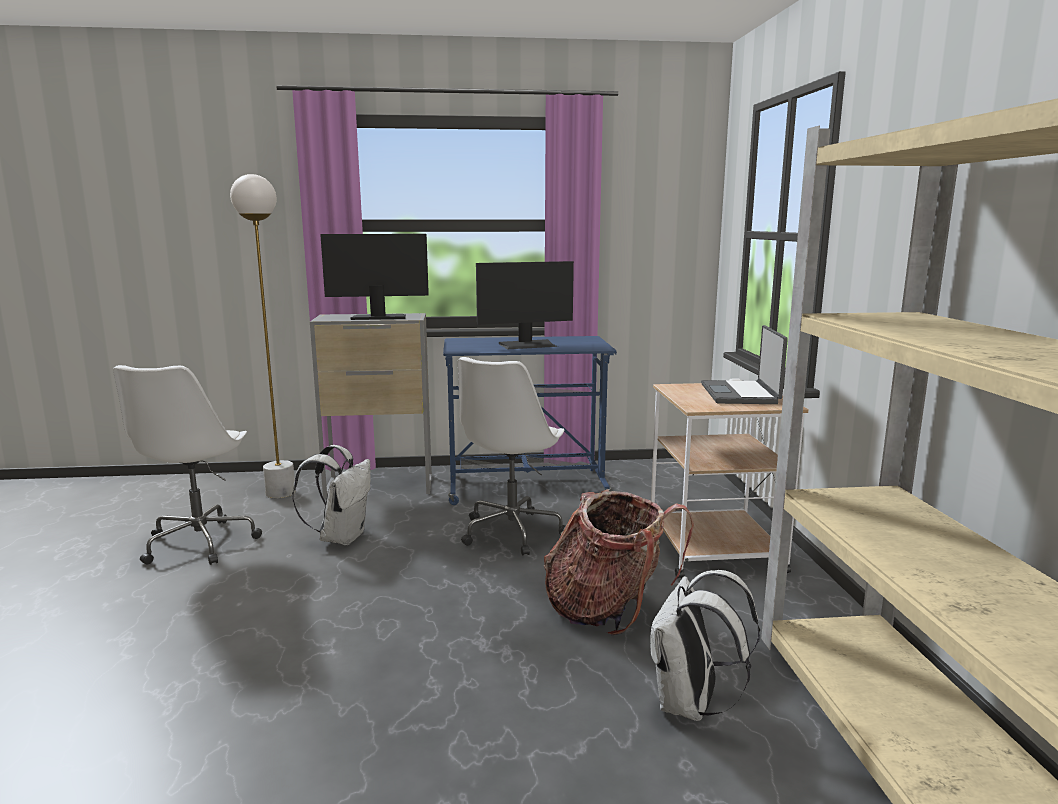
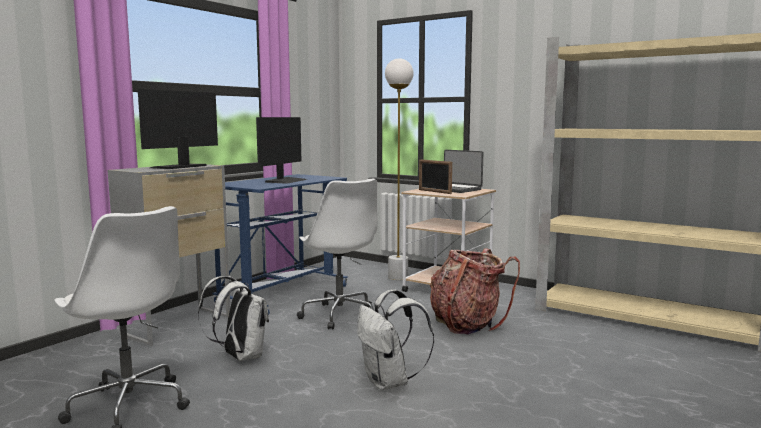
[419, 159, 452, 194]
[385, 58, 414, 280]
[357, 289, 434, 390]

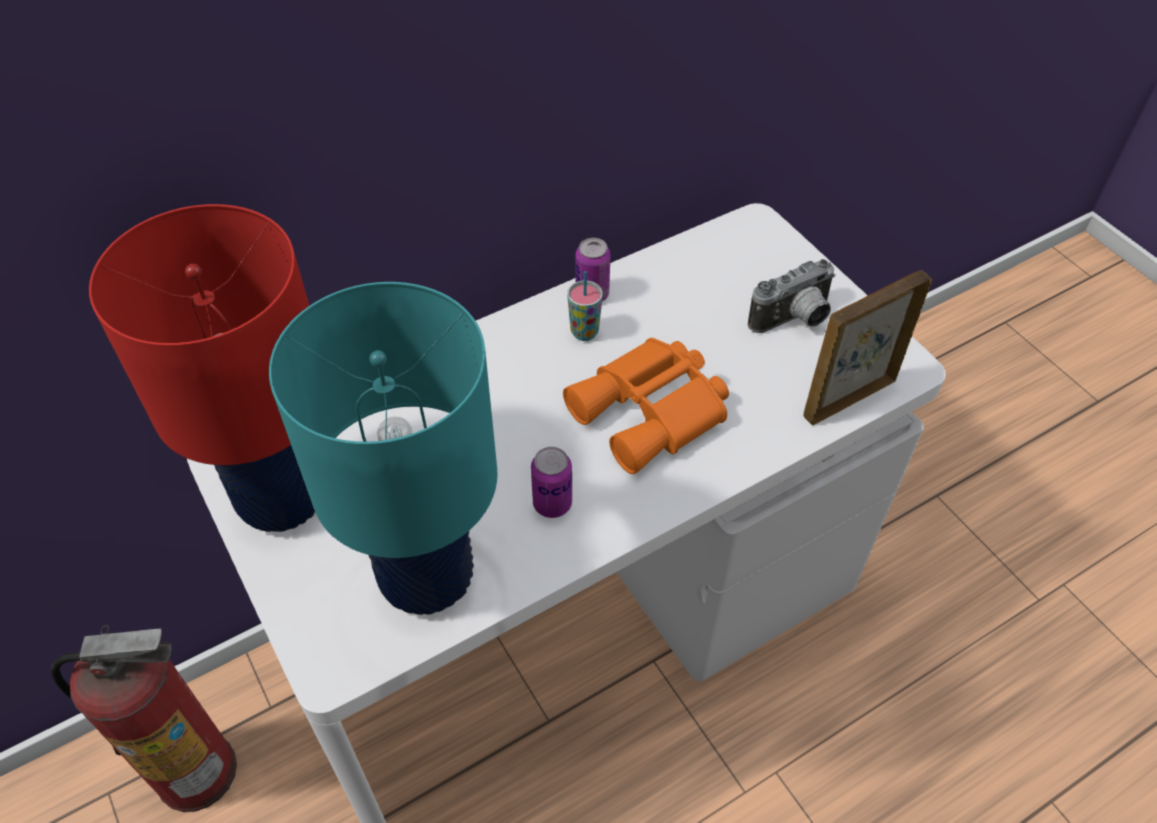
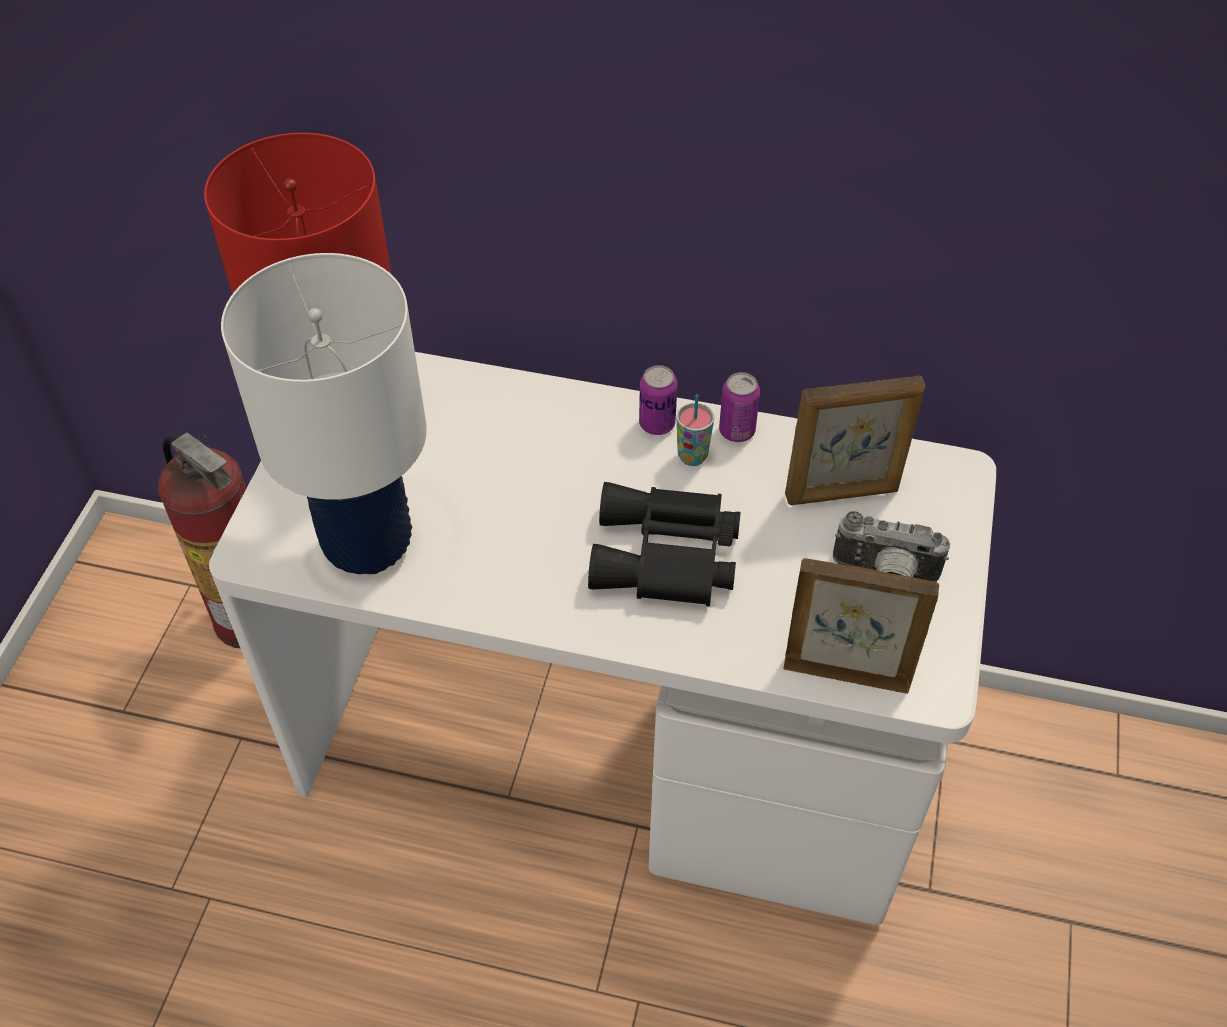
[785, 375, 925, 505]
[639, 365, 678, 435]
[221, 253, 427, 574]
[588, 482, 741, 606]

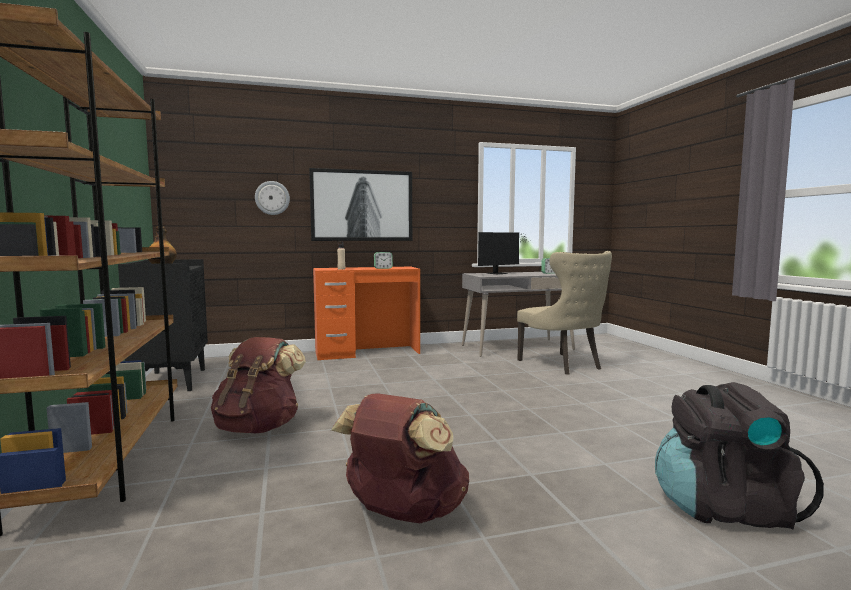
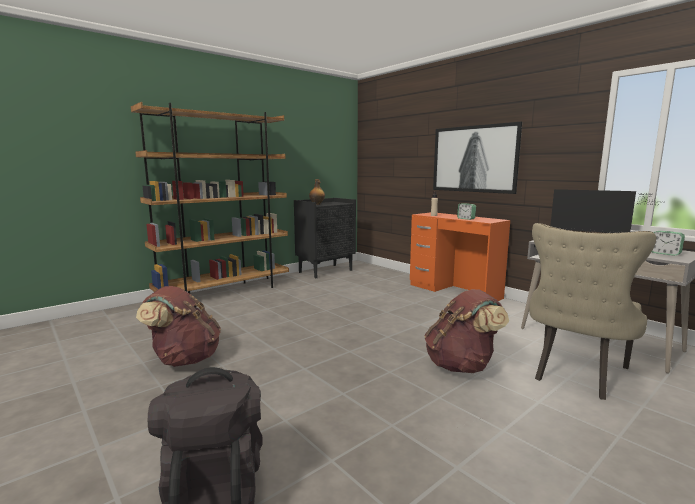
[255, 181, 290, 215] (first image)
[424, 289, 509, 373]

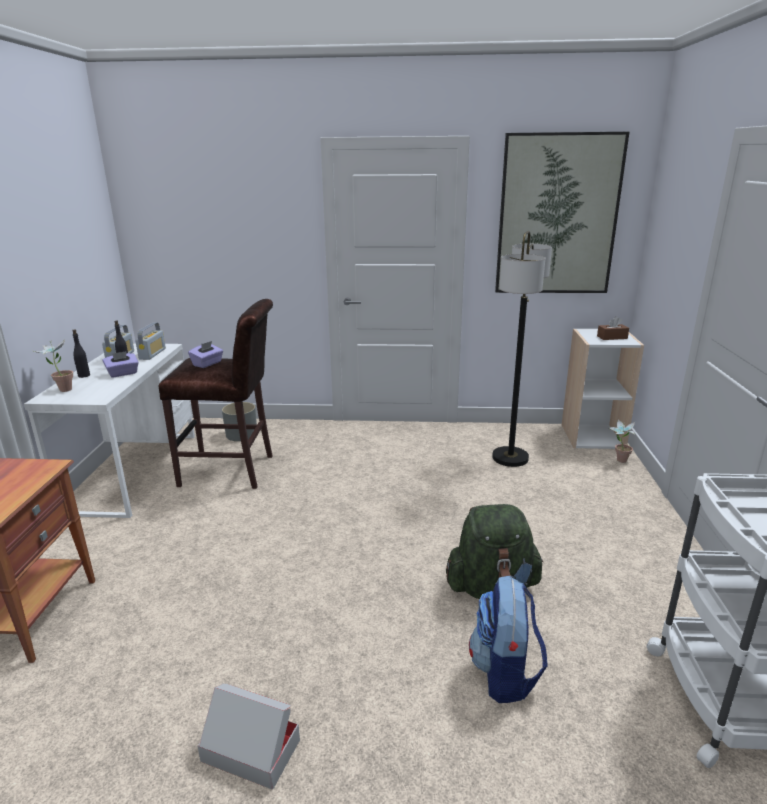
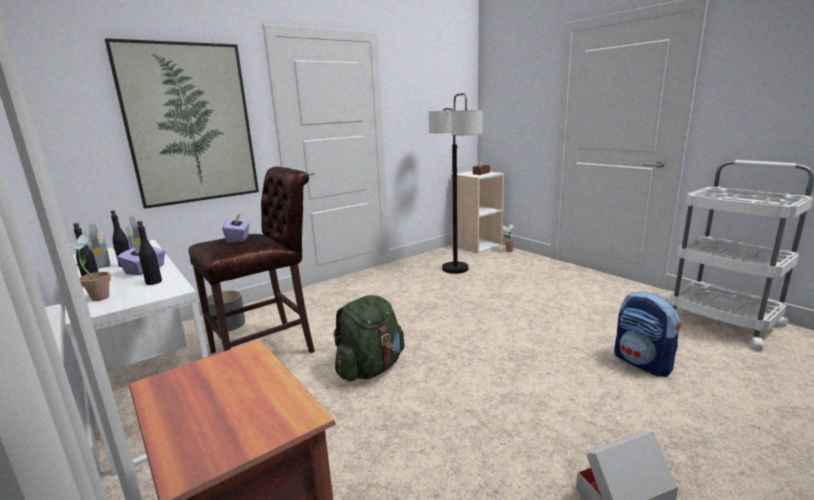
[137, 221, 162, 285]
[334, 295, 404, 381]
[105, 38, 259, 209]

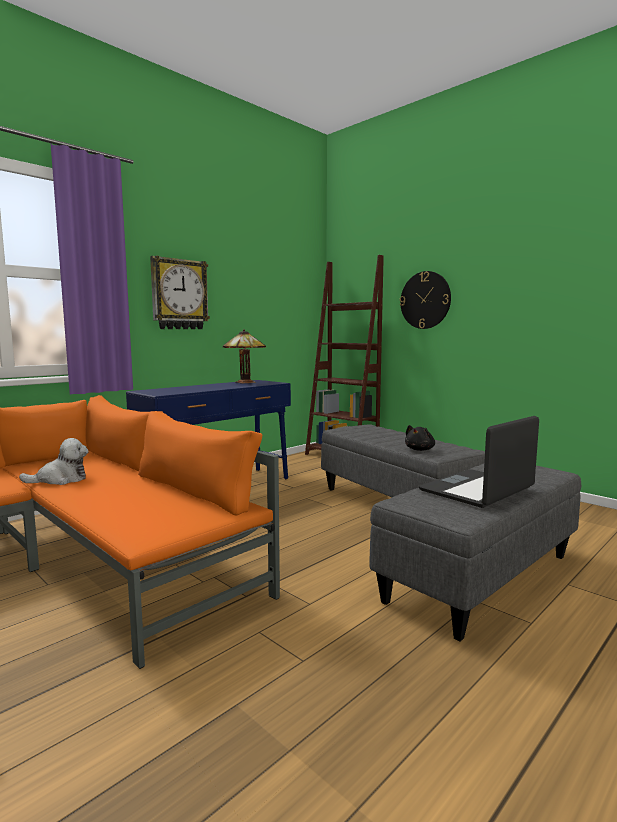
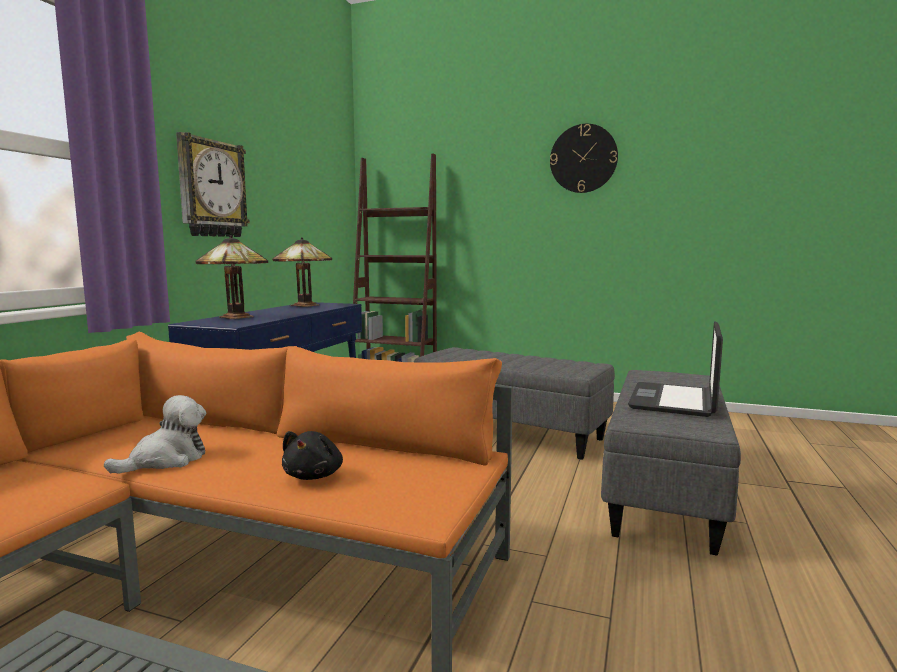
[196, 235, 268, 319]
[550, 124, 618, 193]
[282, 431, 343, 480]

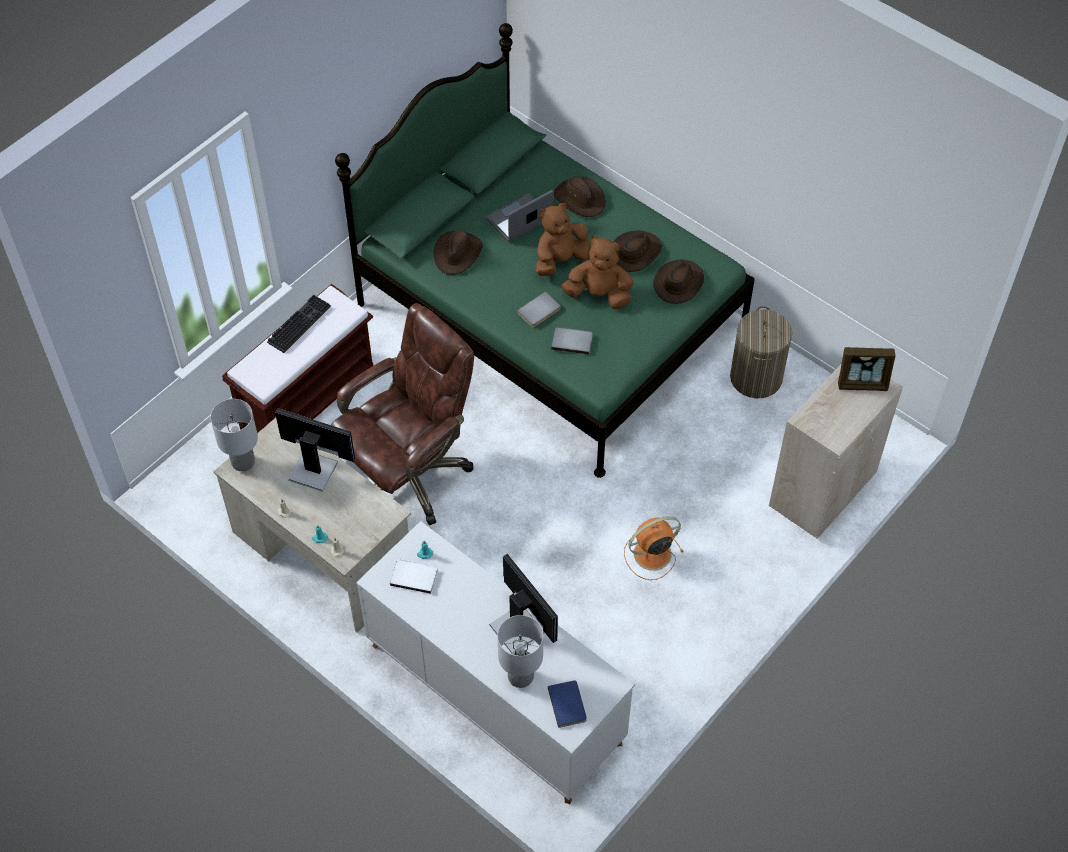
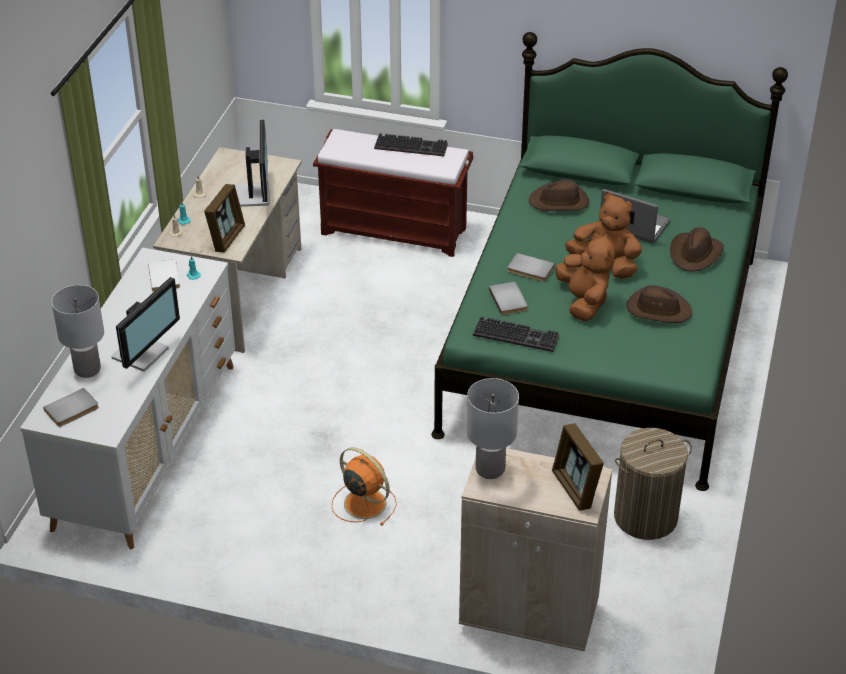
[331, 303, 474, 525] (first image)
[653, 259, 704, 304] (first image)
[204, 184, 245, 253]
[473, 316, 559, 352]
[466, 378, 519, 479]
[43, 388, 99, 427]

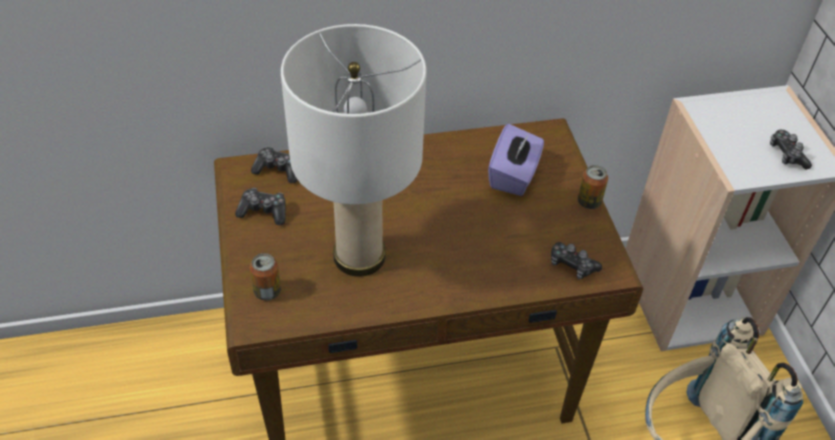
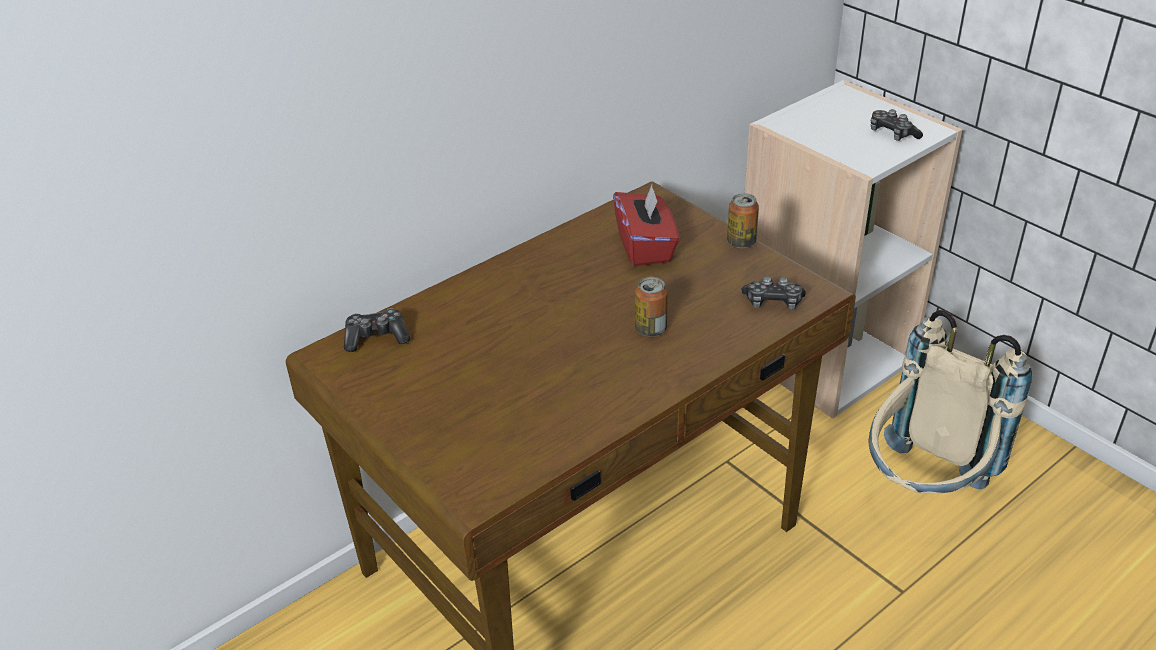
[235, 188, 286, 225] (first image)
[281, 24, 427, 277] (first image)
[635, 277, 668, 337]
[613, 185, 679, 266]

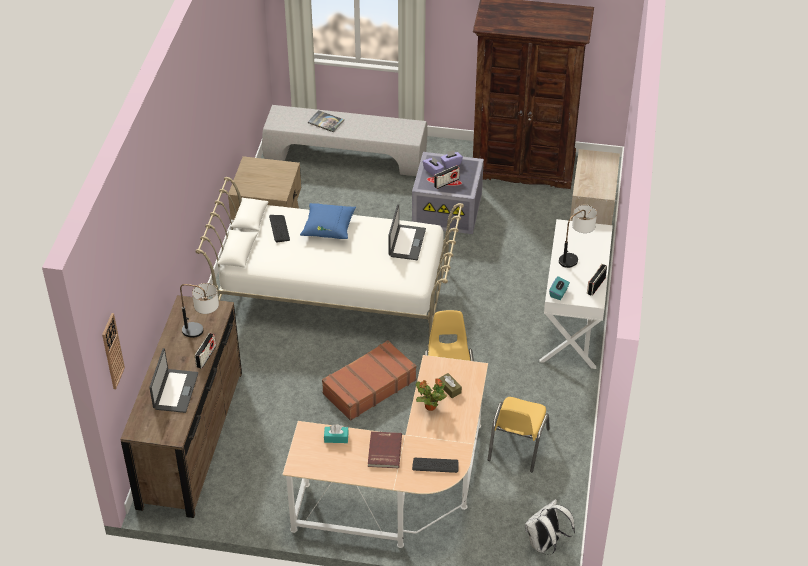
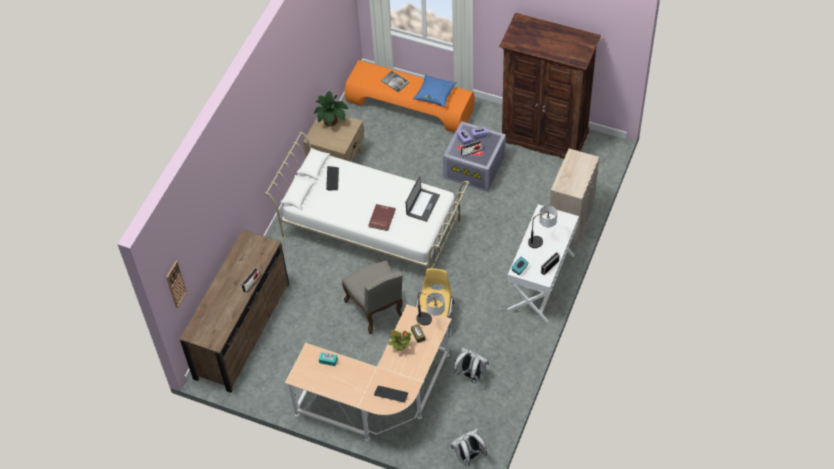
[149, 348, 198, 413] (first image)
[314, 91, 348, 126]
[416, 292, 445, 325]
[413, 75, 457, 107]
[369, 204, 396, 231]
[342, 261, 403, 334]
[454, 347, 489, 383]
[345, 60, 475, 133]

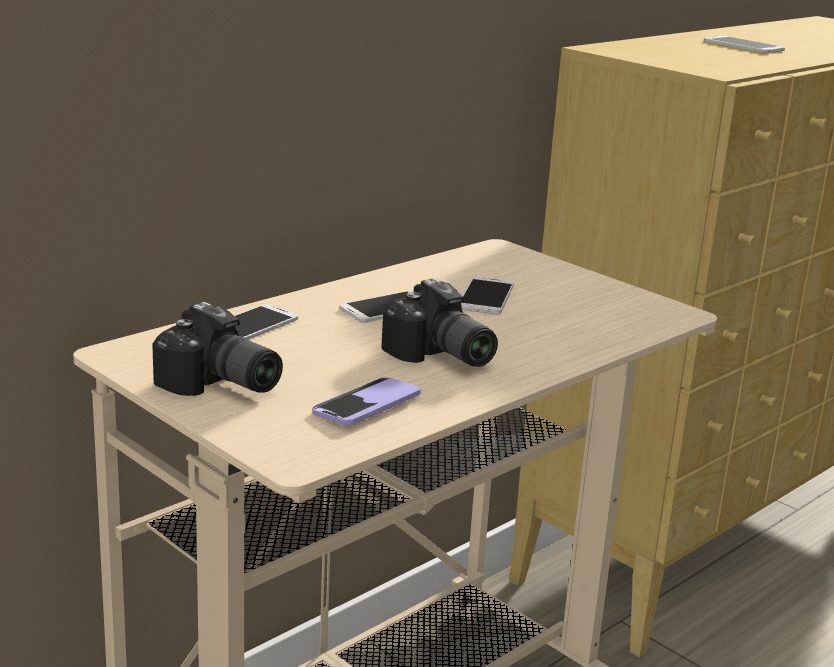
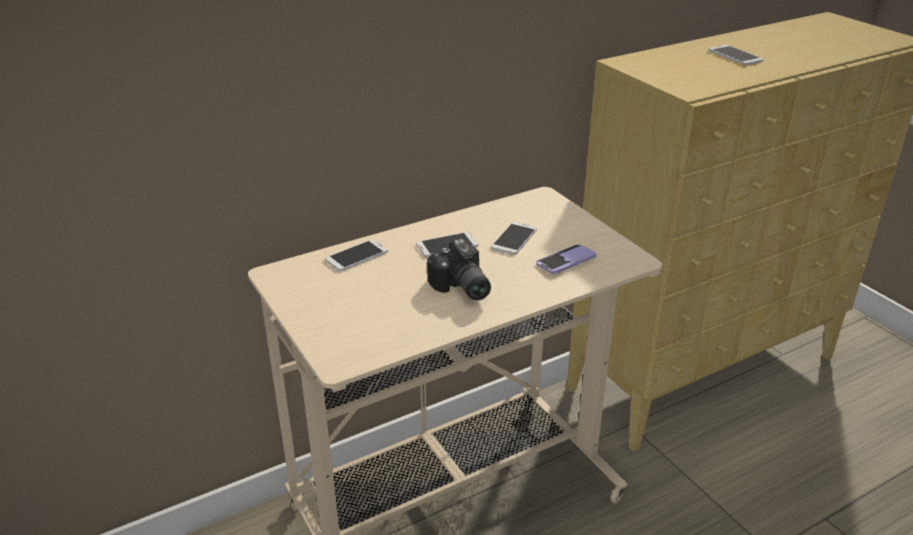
[152, 302, 283, 396] (first image)
[536, 245, 596, 274]

